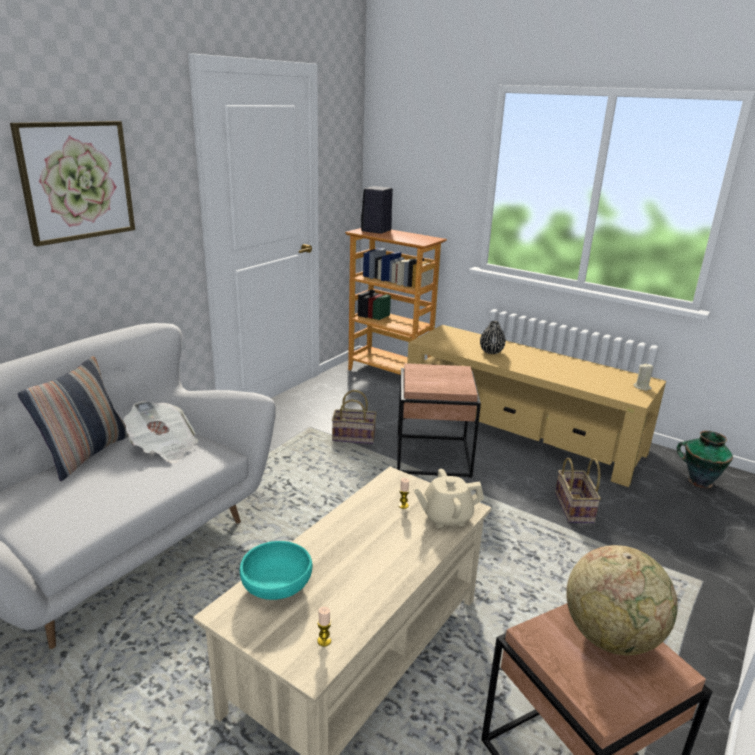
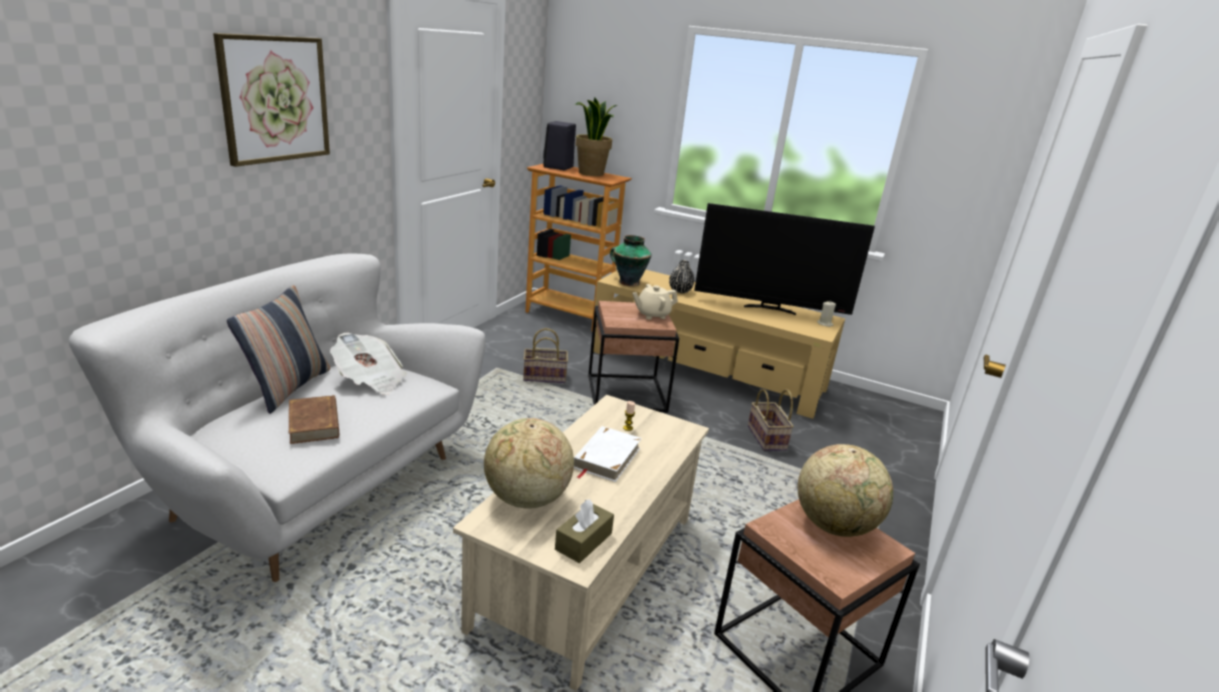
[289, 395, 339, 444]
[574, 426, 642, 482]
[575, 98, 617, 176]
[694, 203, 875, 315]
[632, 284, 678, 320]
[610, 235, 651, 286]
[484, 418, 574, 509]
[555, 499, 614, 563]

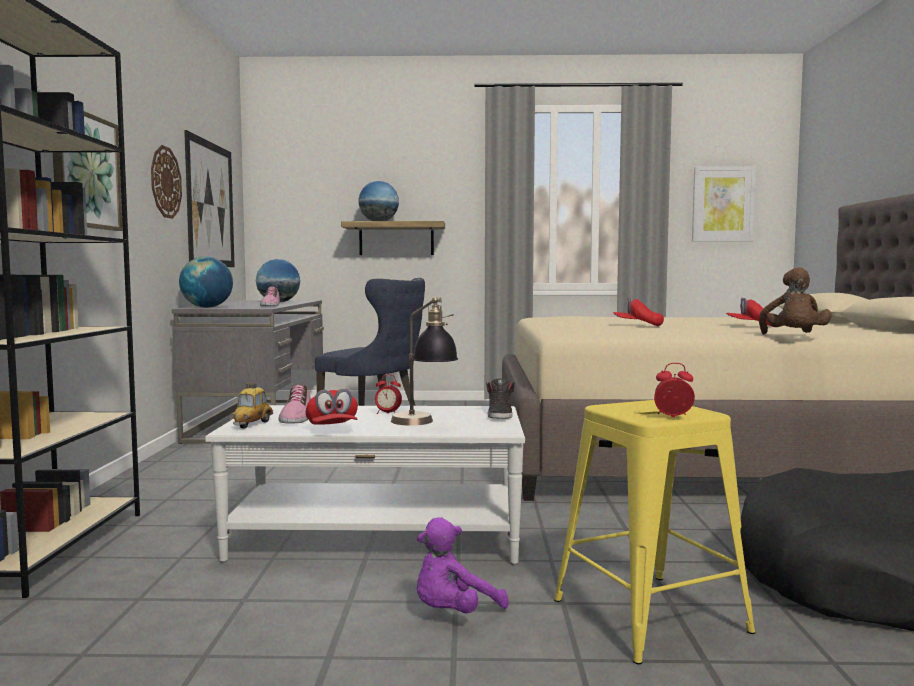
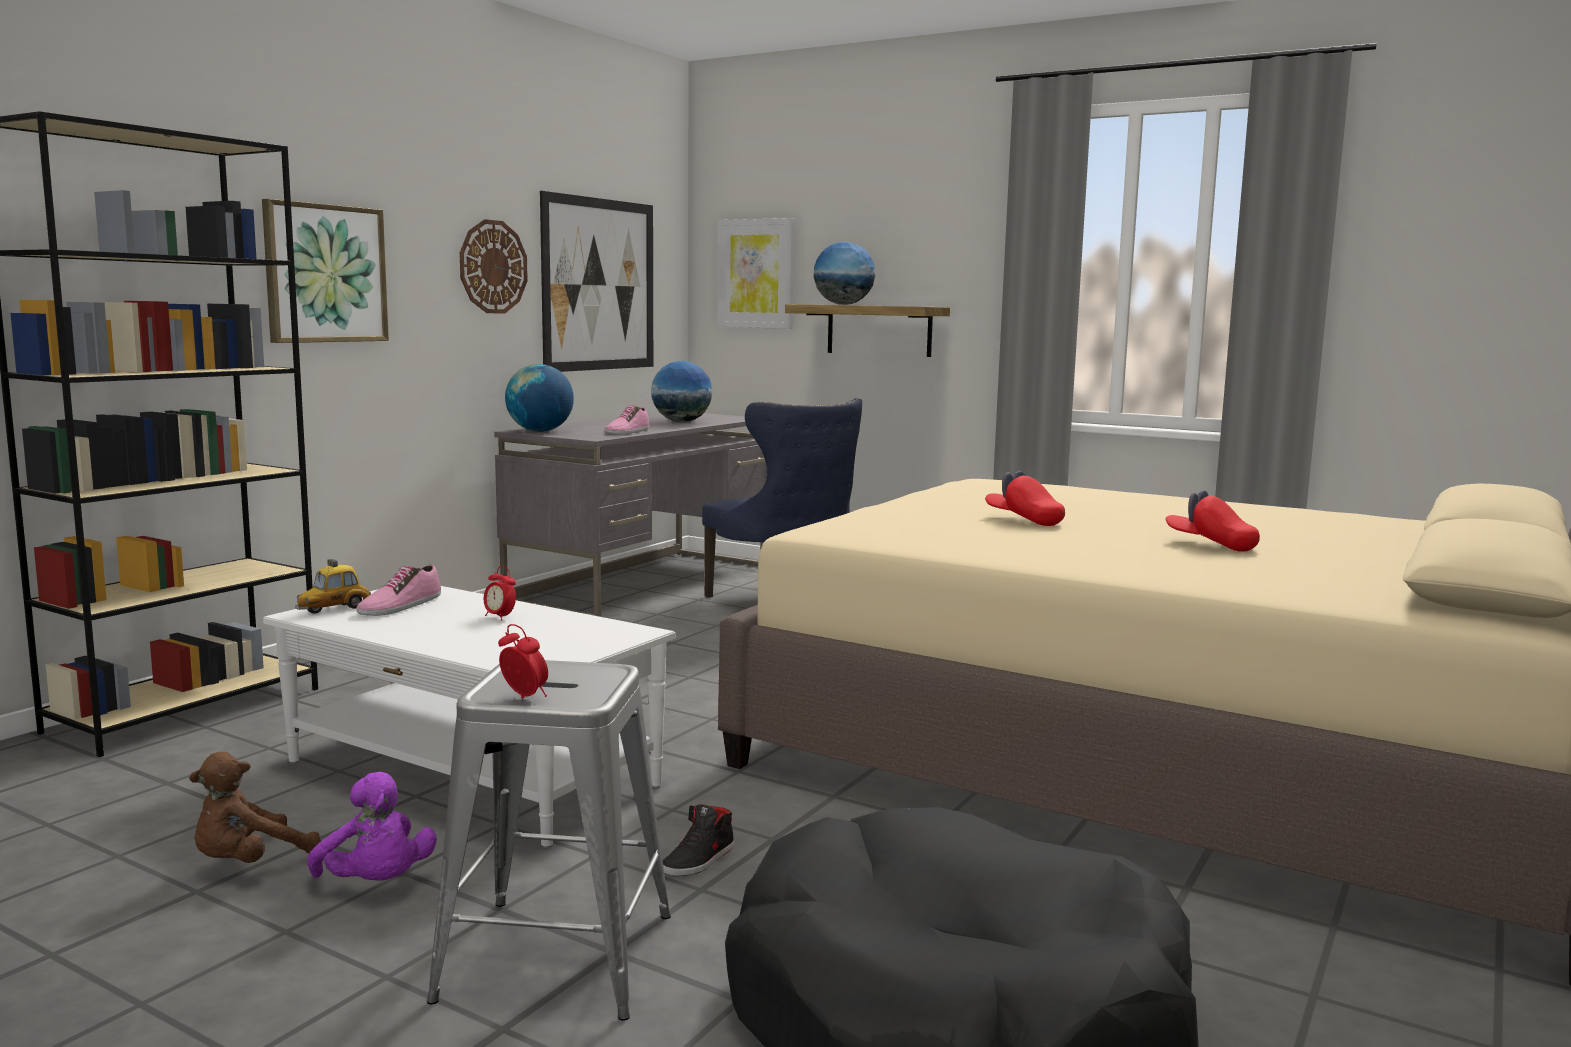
[306, 389, 358, 425] (first image)
[391, 297, 458, 426] (first image)
[662, 804, 734, 876]
[718, 218, 794, 329]
[189, 752, 321, 863]
[427, 660, 671, 1021]
[307, 772, 437, 881]

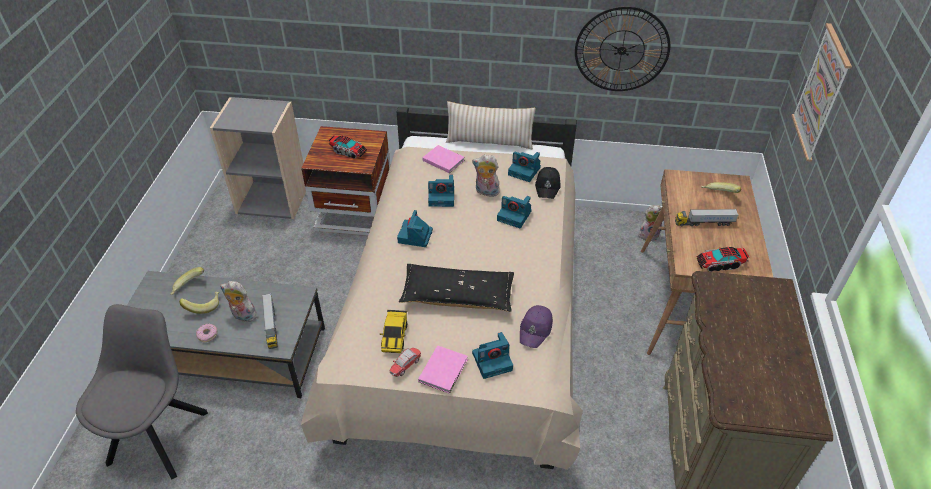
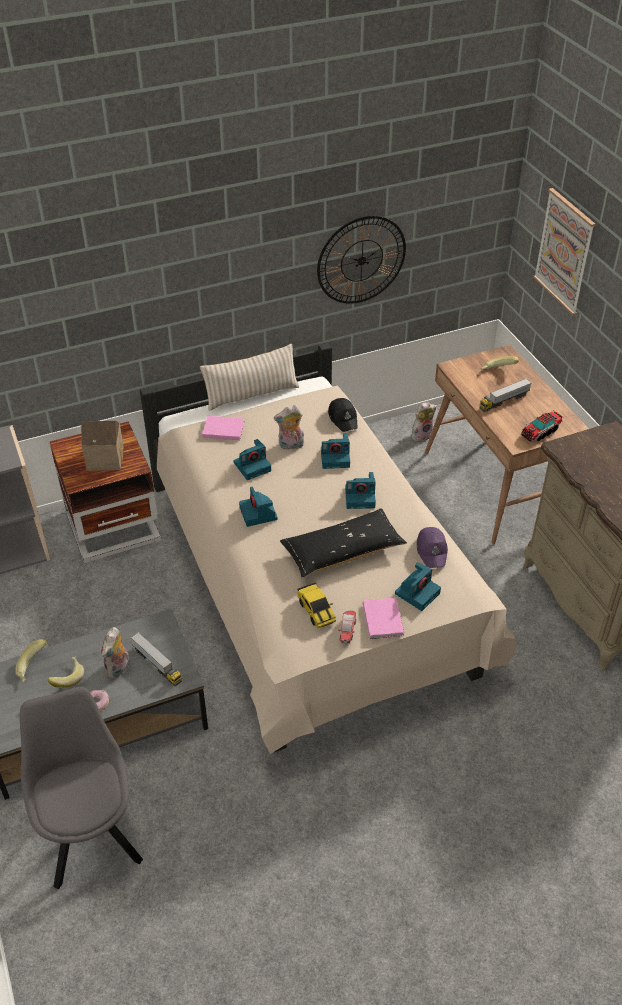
[345, 472, 376, 509]
[81, 421, 124, 471]
[101, 627, 129, 679]

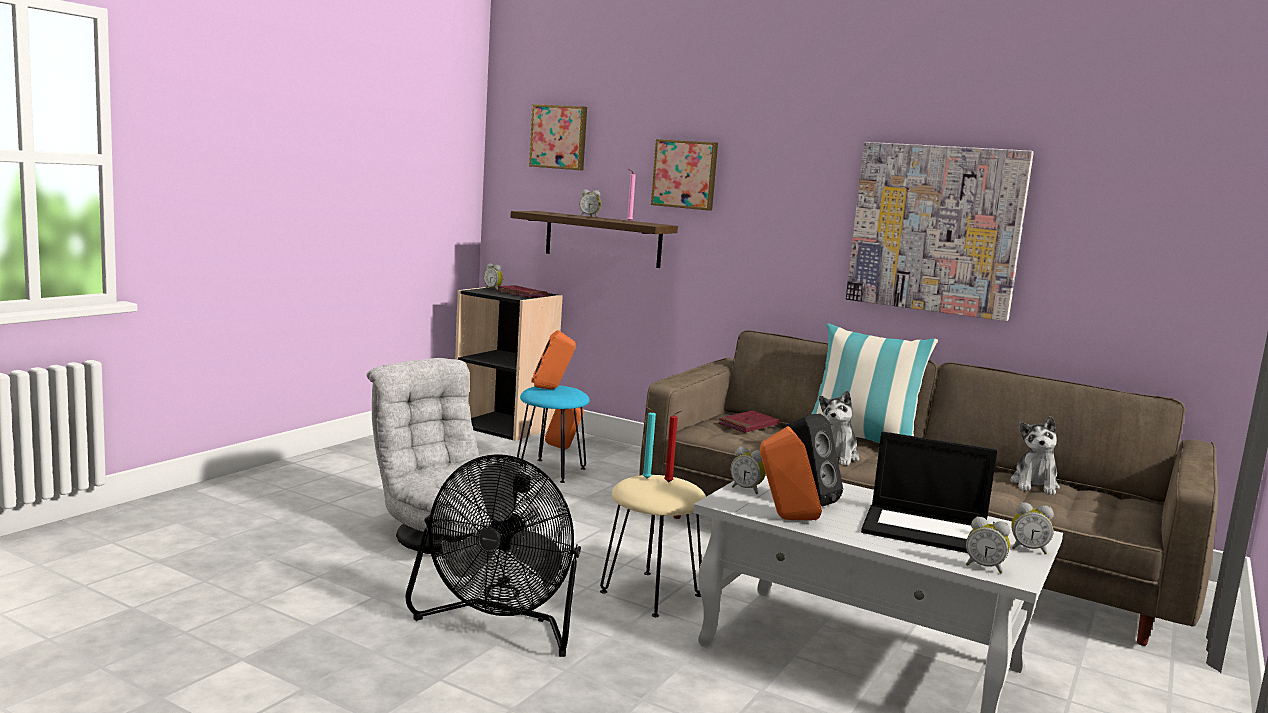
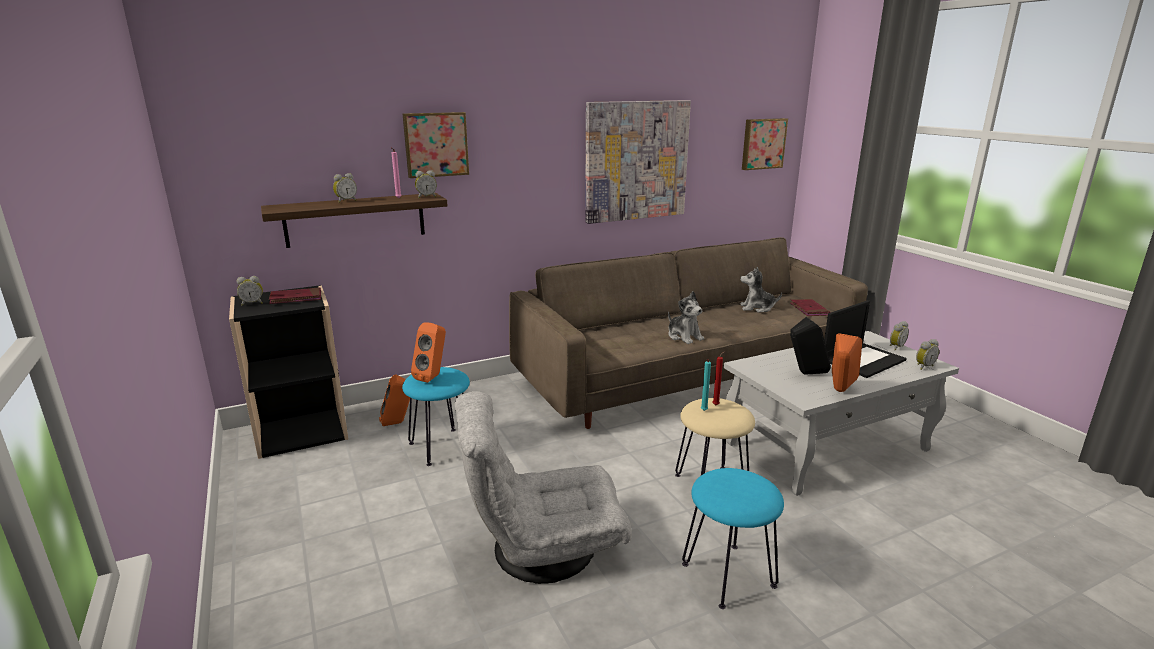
[811, 323, 938, 443] (first image)
[742, 118, 788, 170]
[790, 299, 831, 316]
[415, 170, 437, 198]
[682, 468, 784, 609]
[740, 267, 782, 313]

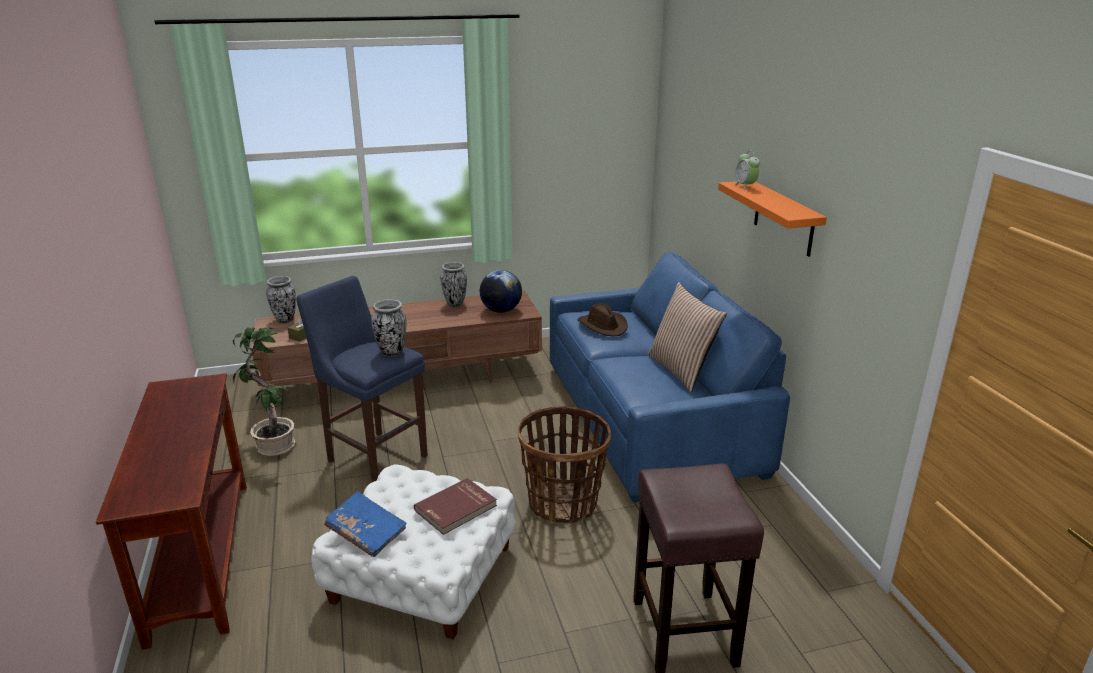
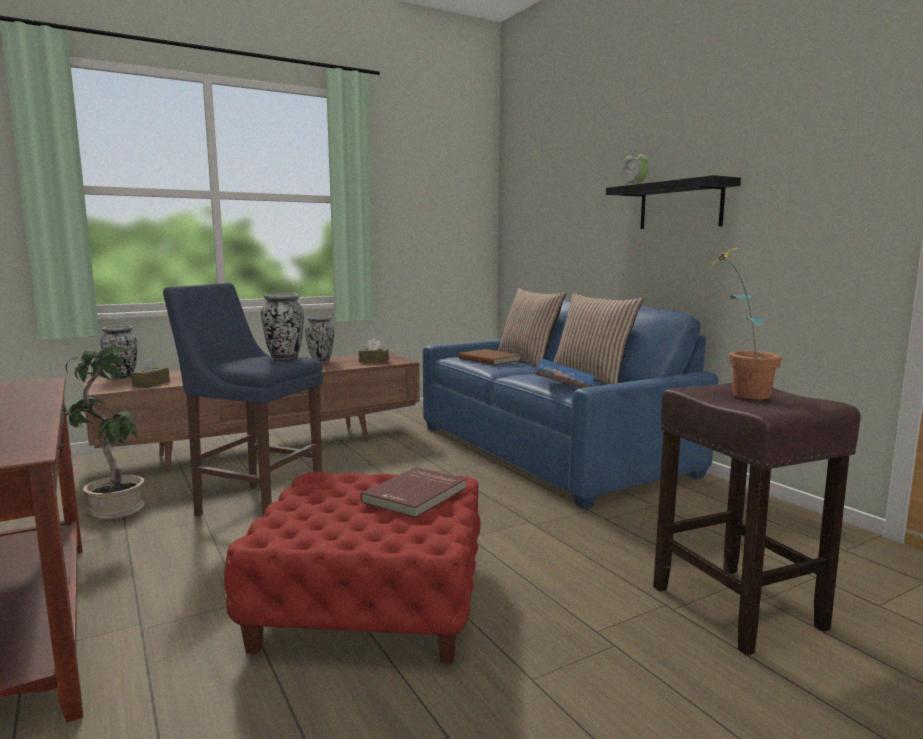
[518, 406, 611, 524] (first image)
[498, 288, 566, 367]
[708, 244, 782, 399]
[535, 358, 595, 388]
[359, 338, 389, 363]
[459, 349, 520, 365]
[224, 472, 481, 664]
[606, 175, 741, 229]

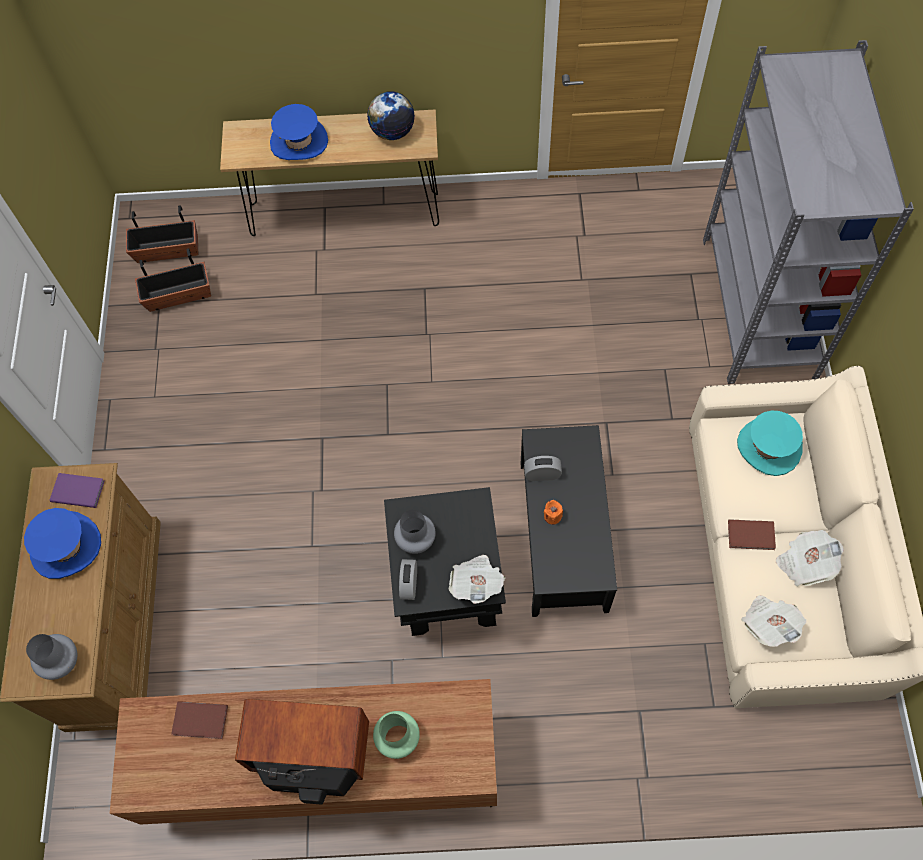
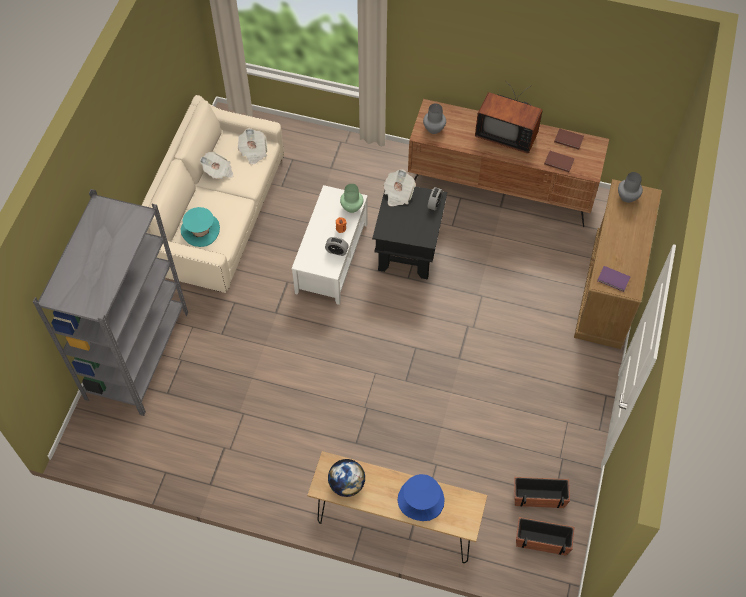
[24, 508, 101, 579] (first image)
[340, 184, 363, 213]
[423, 104, 446, 134]
[554, 128, 584, 150]
[292, 185, 368, 305]

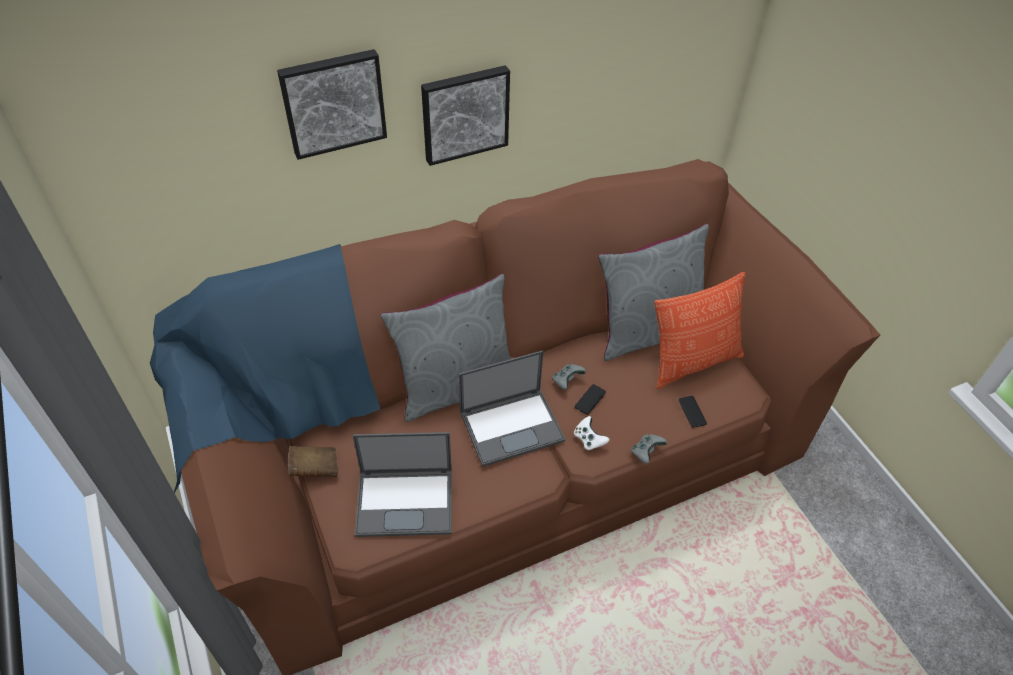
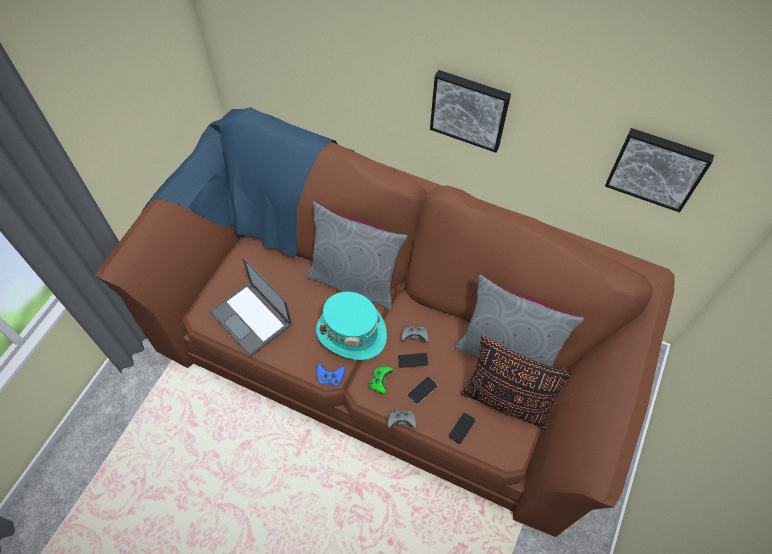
[288, 446, 338, 477] (first image)
[317, 364, 345, 386]
[407, 376, 438, 405]
[605, 128, 714, 213]
[316, 292, 387, 360]
[369, 367, 394, 393]
[461, 336, 572, 430]

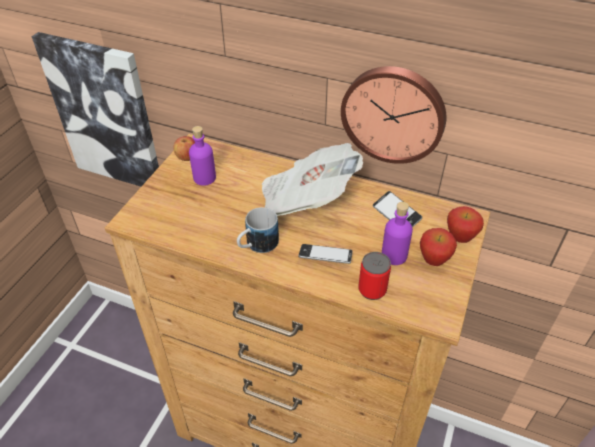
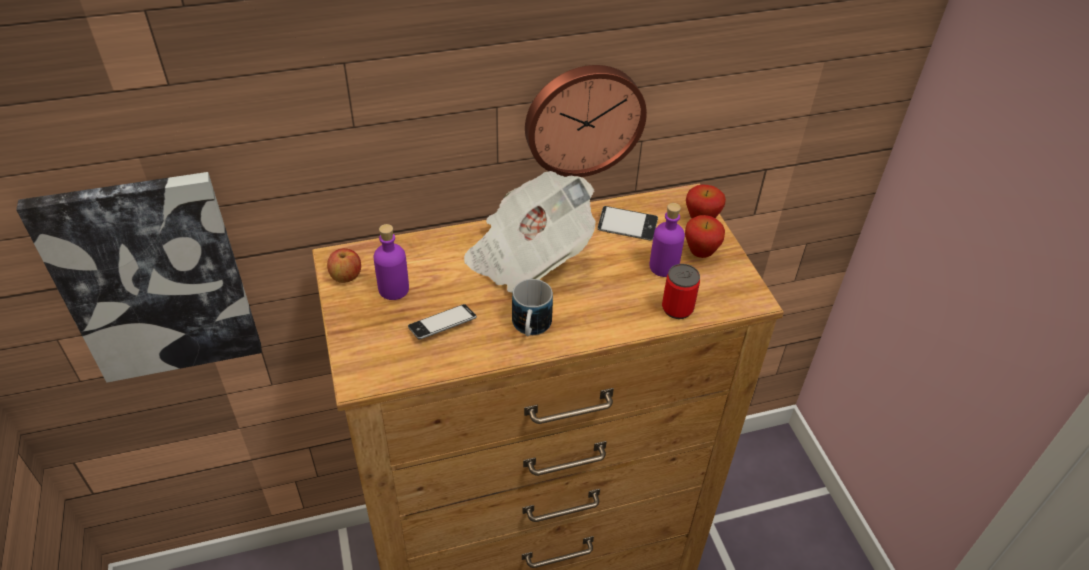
[408, 304, 477, 339]

